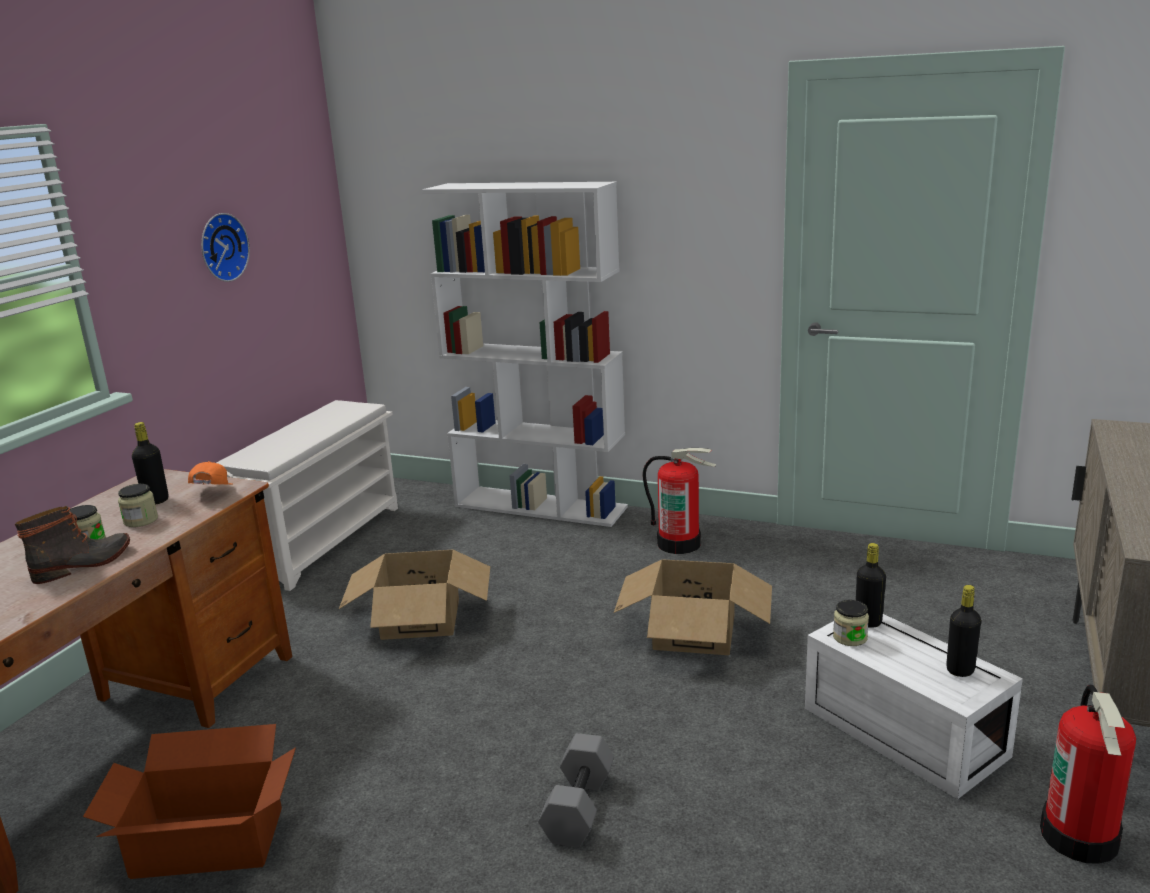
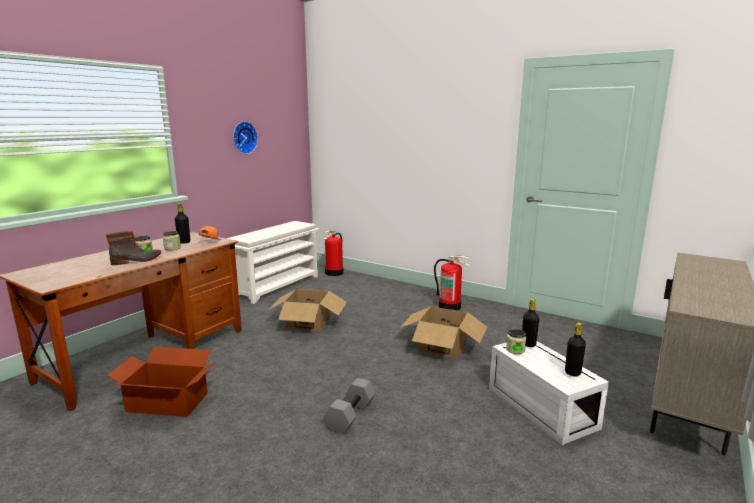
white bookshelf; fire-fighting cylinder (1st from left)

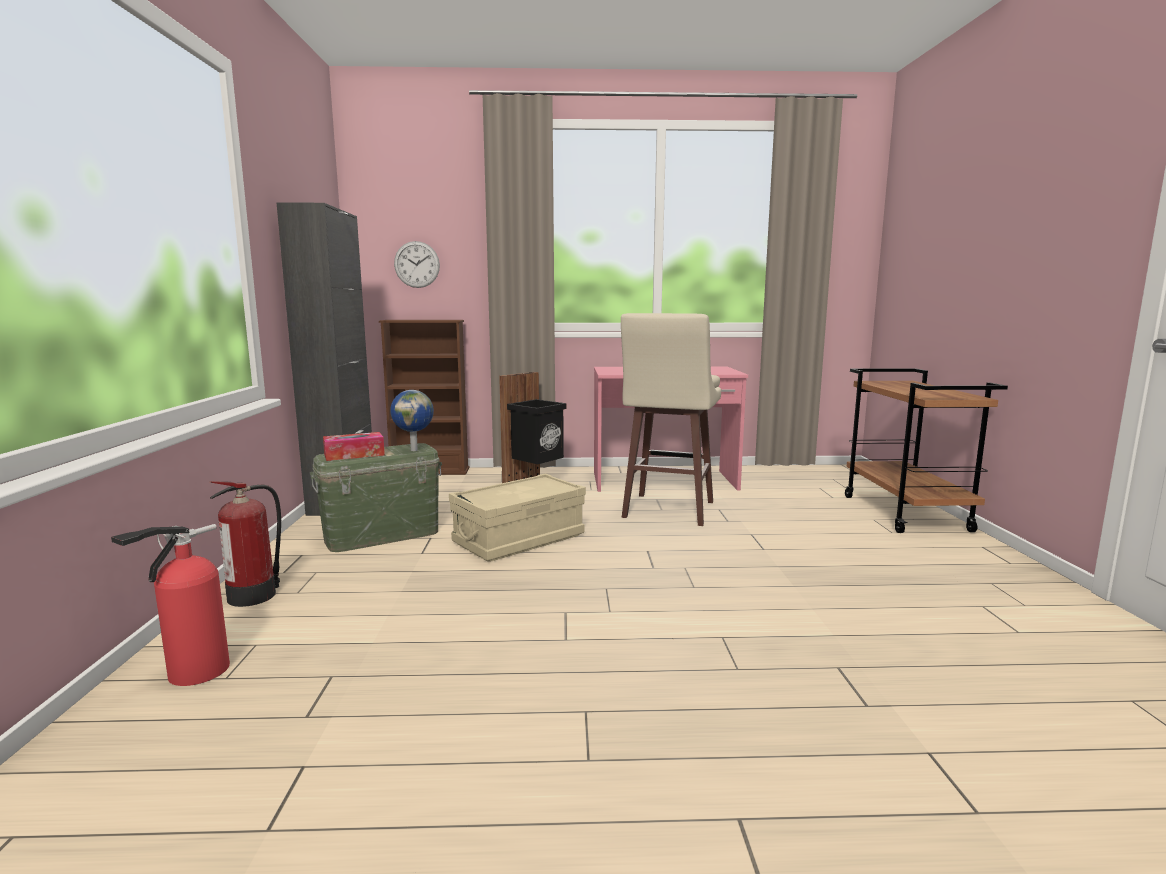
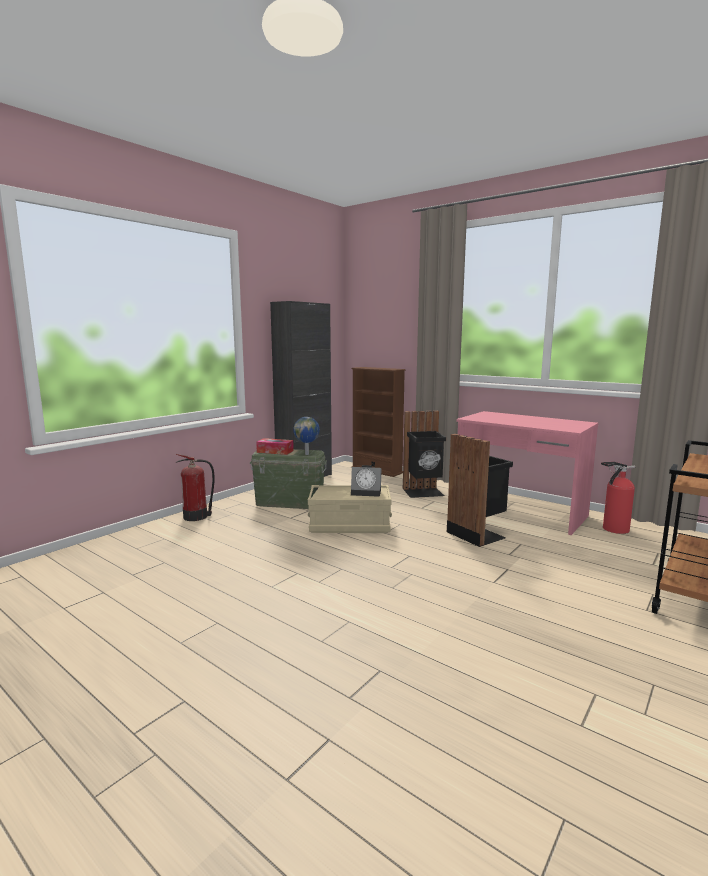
clock on the wall; black-coloured rubbish bin (2nd from left); fire-fighting cylinder (2nd from left); table clock

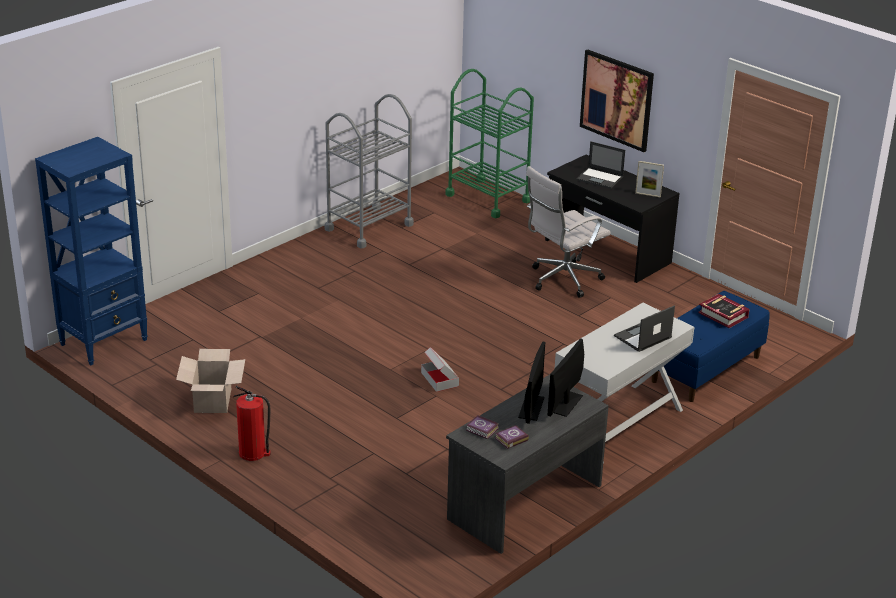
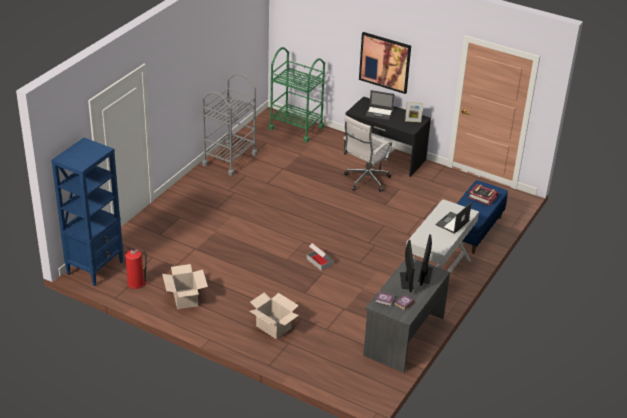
fire-fighting cylinder; carton (2nd from left)

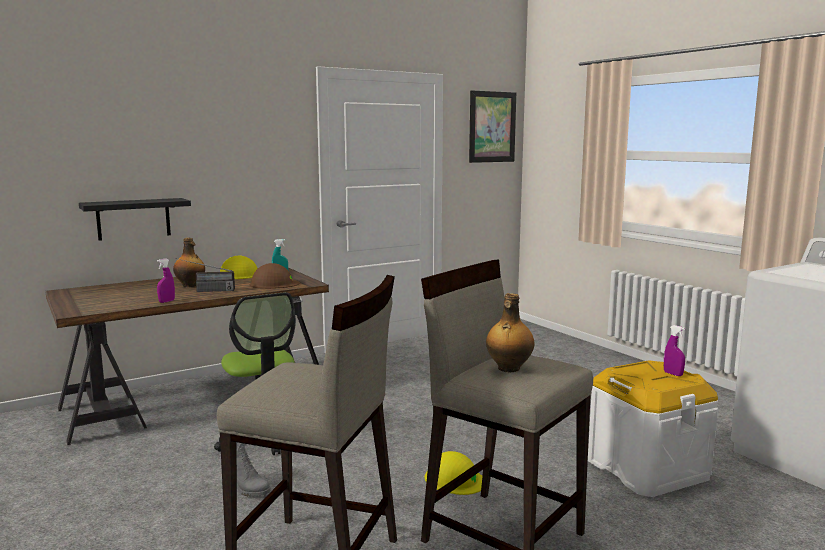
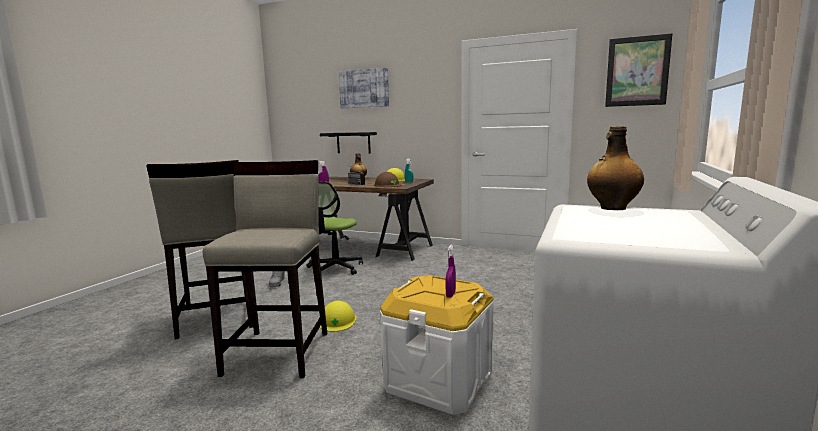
drink bottle (2nd from left); wall picture (1st from left)

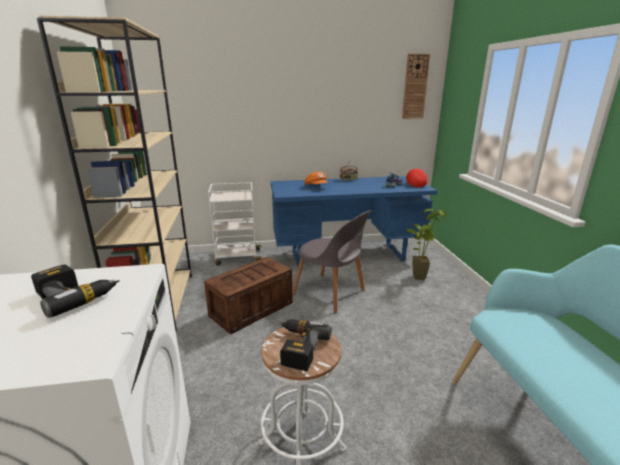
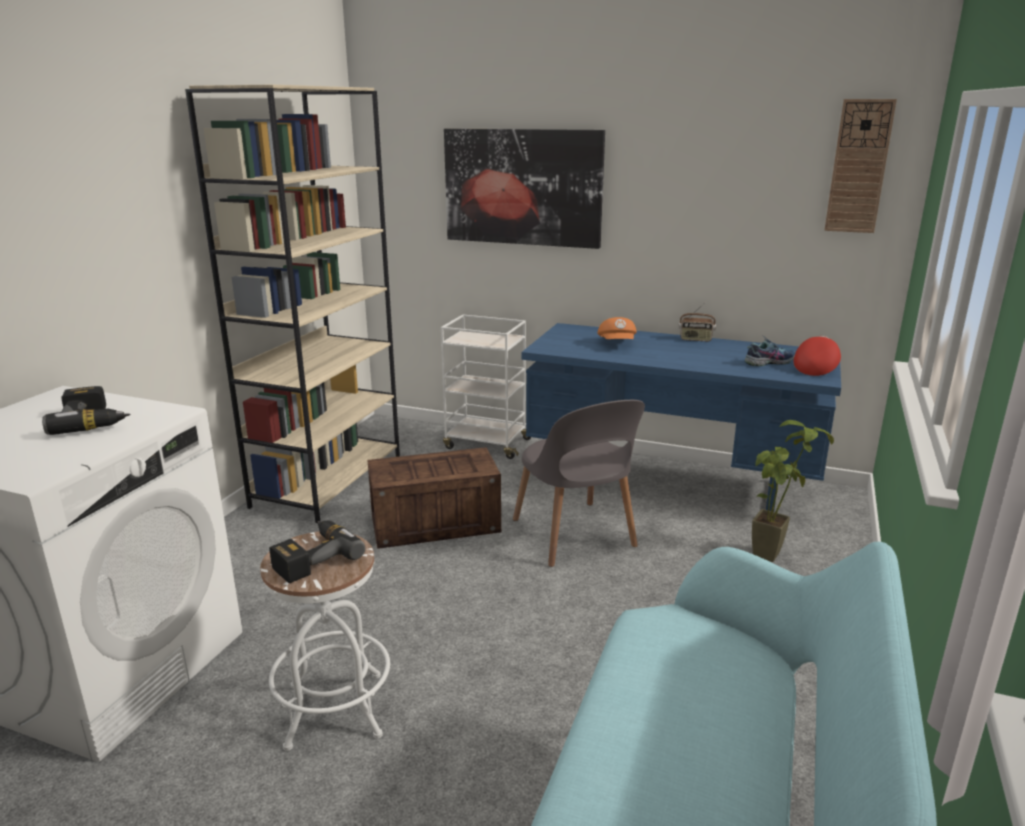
wall picture

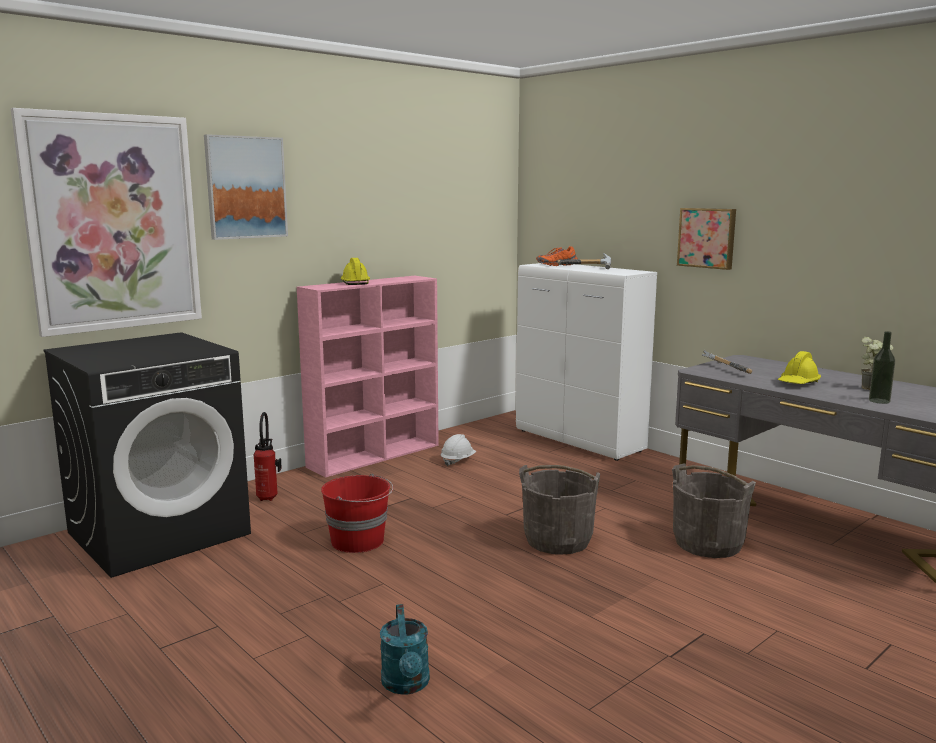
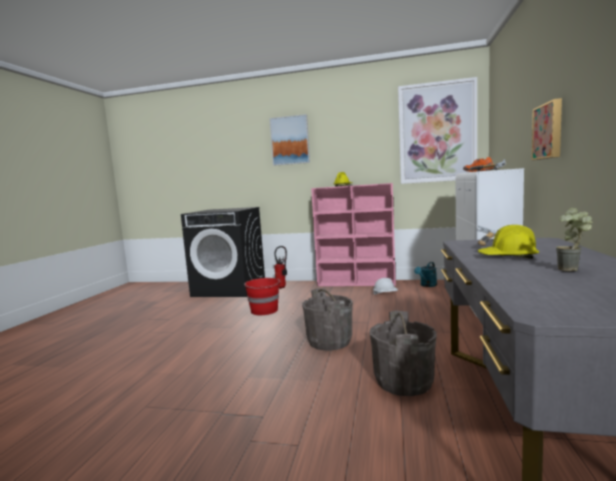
wall picture (2nd from left); drink bottle; blue-green watering can

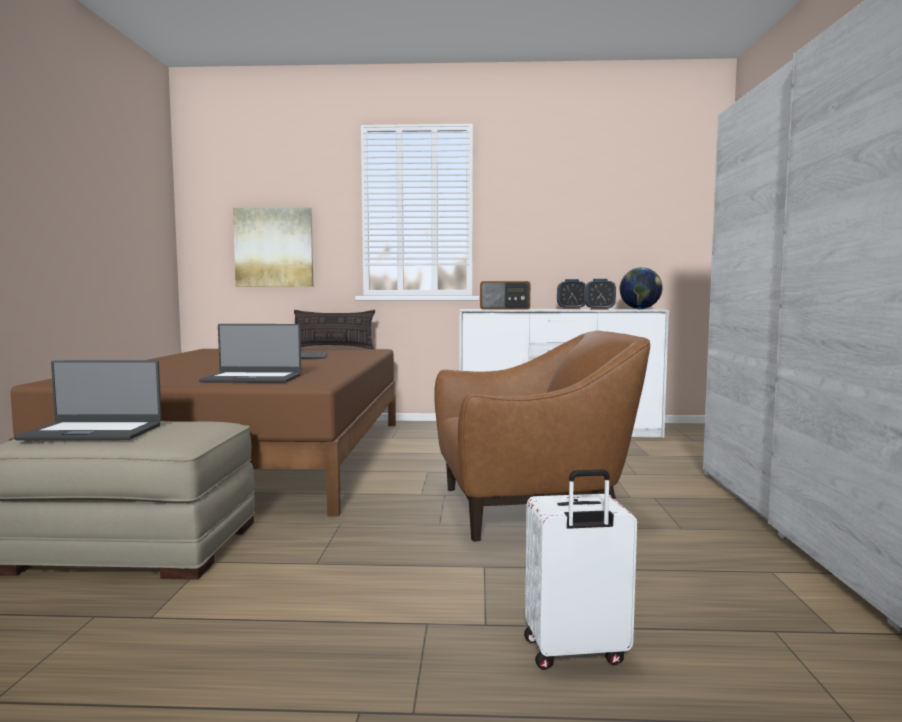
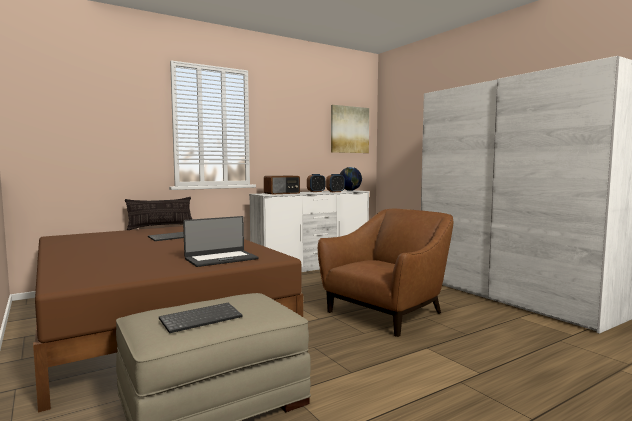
wall picture; keyboard (2nd from left); white suitcase

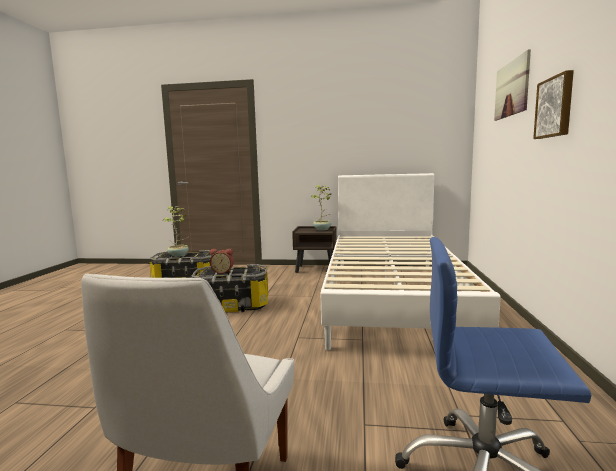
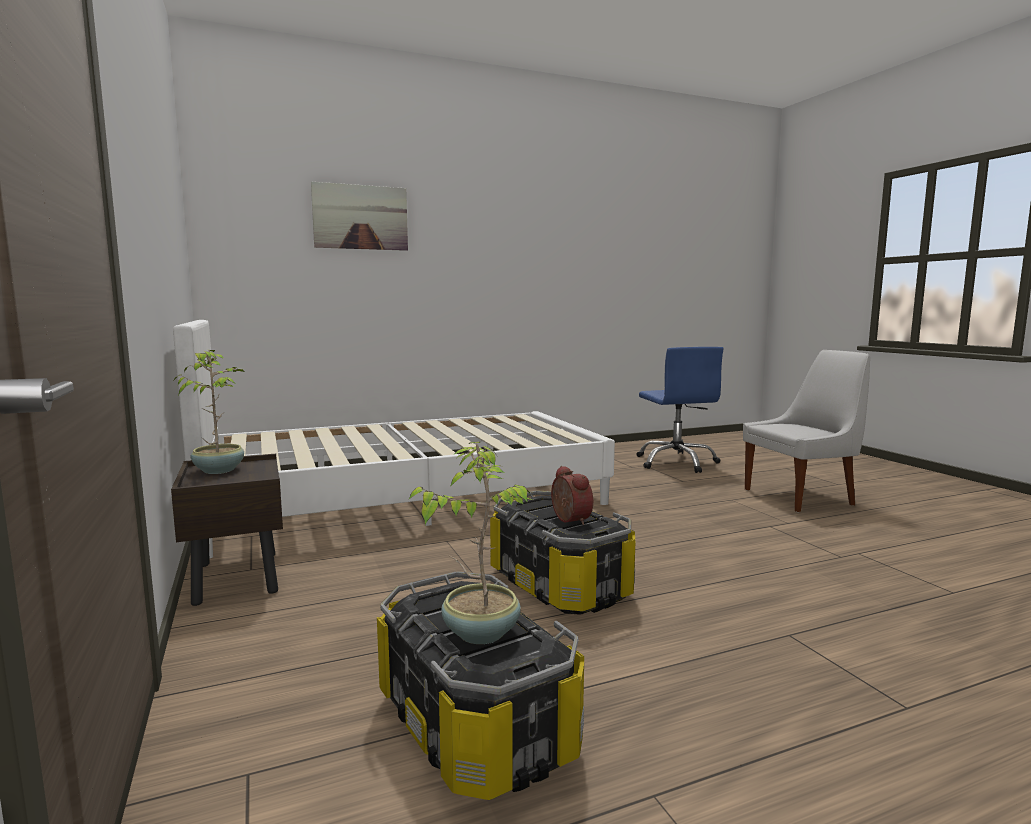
wall picture (2nd from left in the first image)

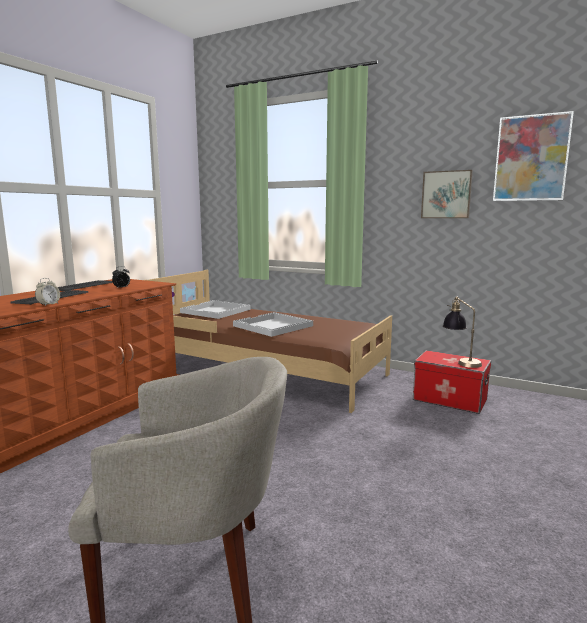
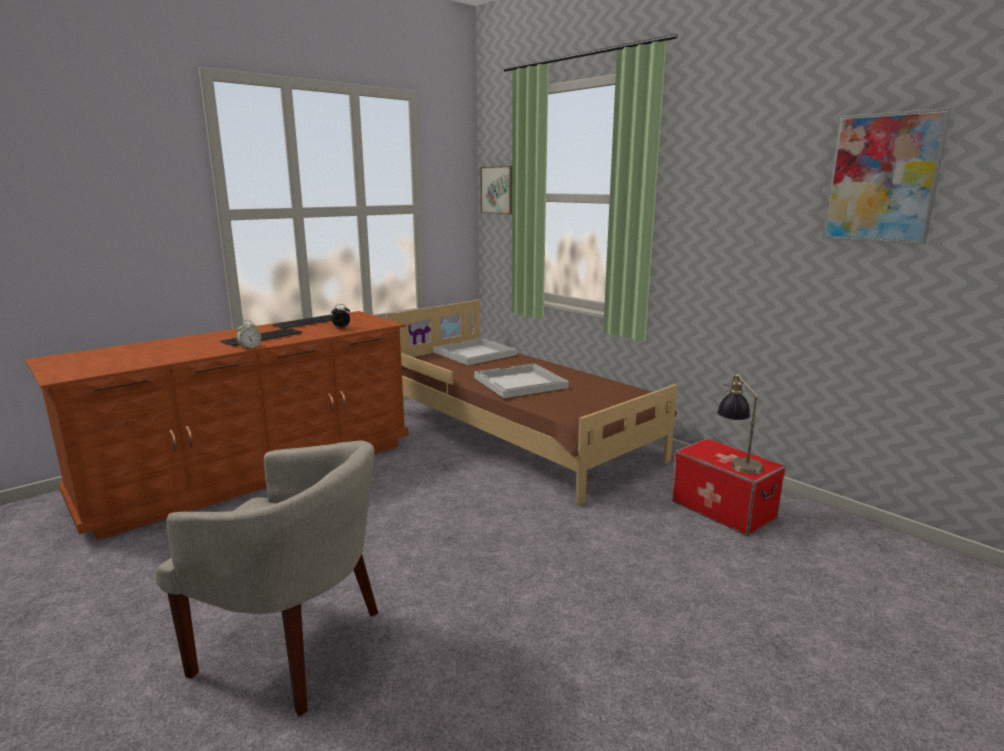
wall picture (1st from left)

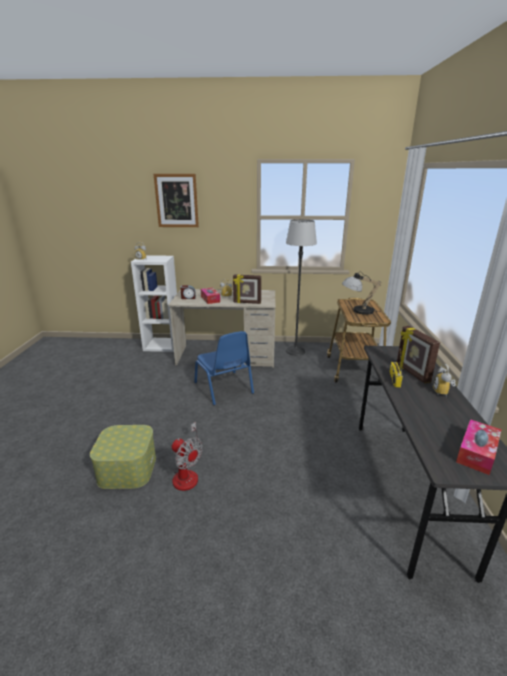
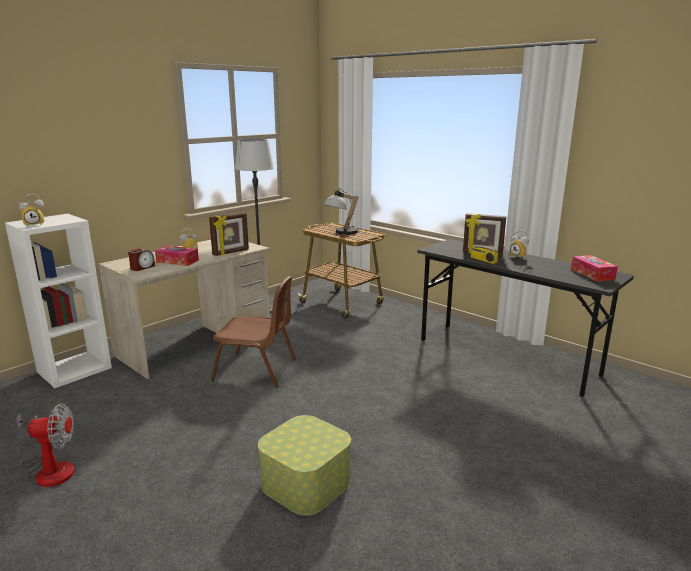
wall picture; brownish chair; electric fan

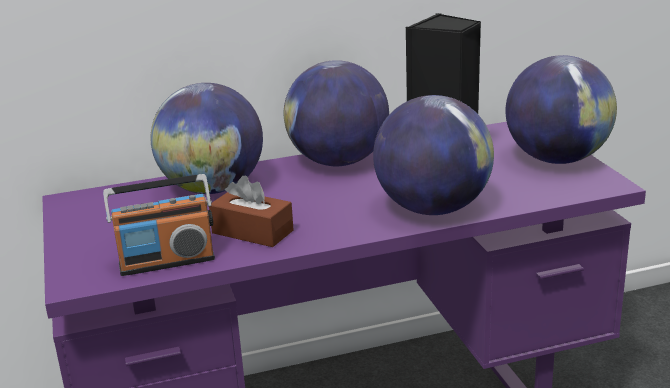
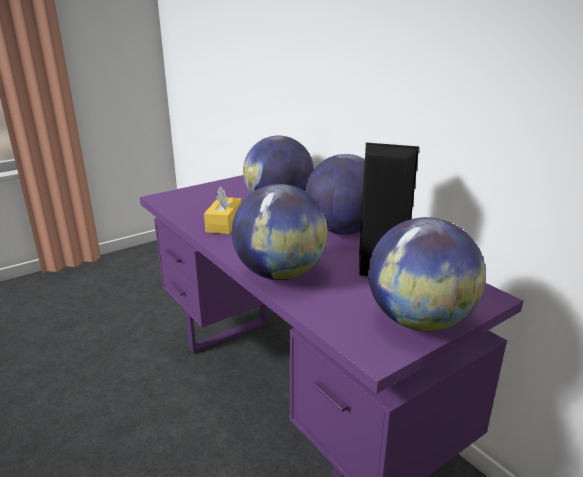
radio receiver; yellow-coloured tissue box

